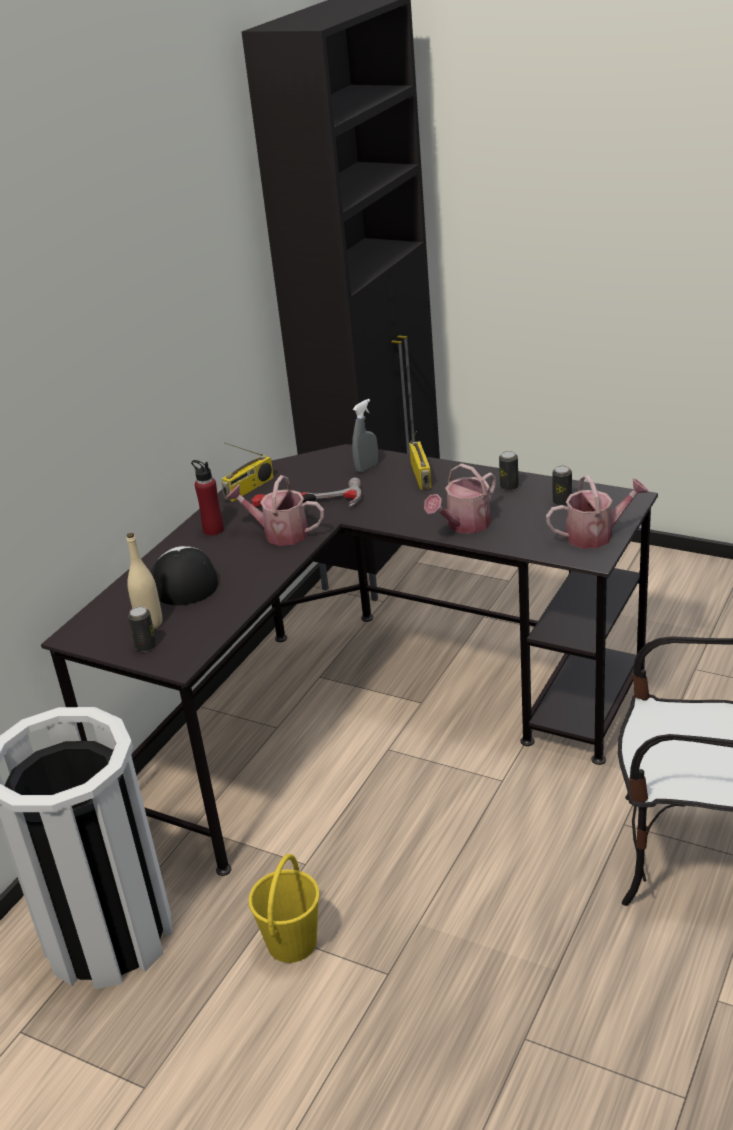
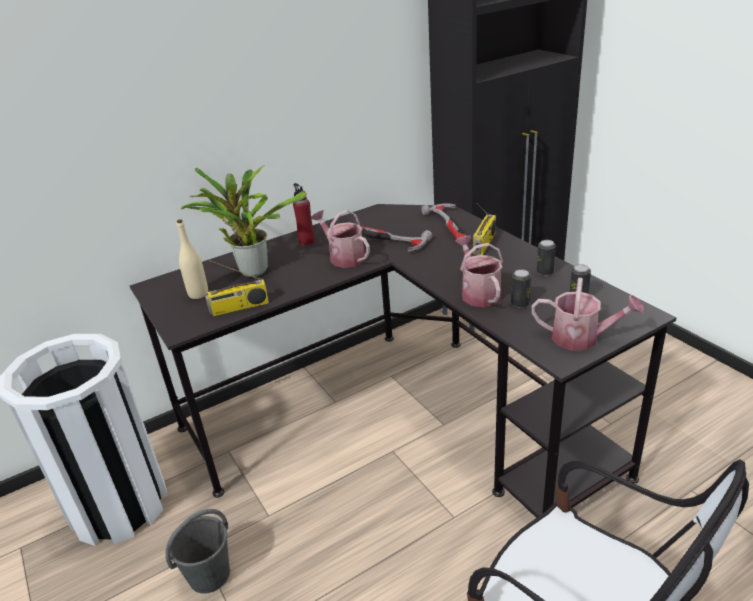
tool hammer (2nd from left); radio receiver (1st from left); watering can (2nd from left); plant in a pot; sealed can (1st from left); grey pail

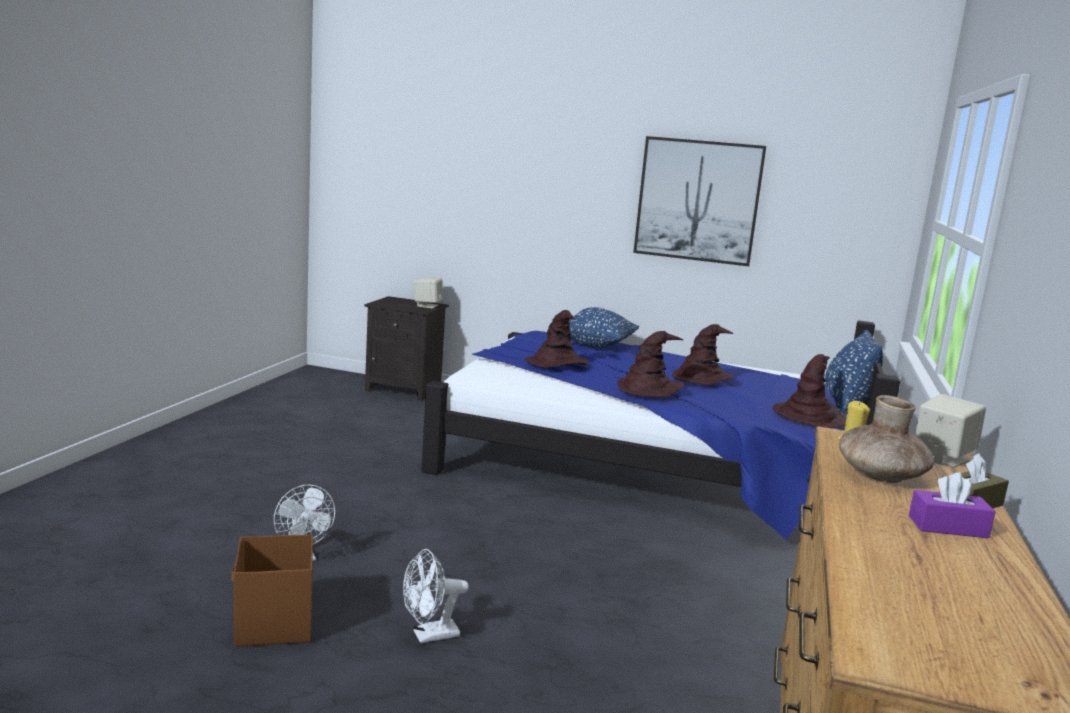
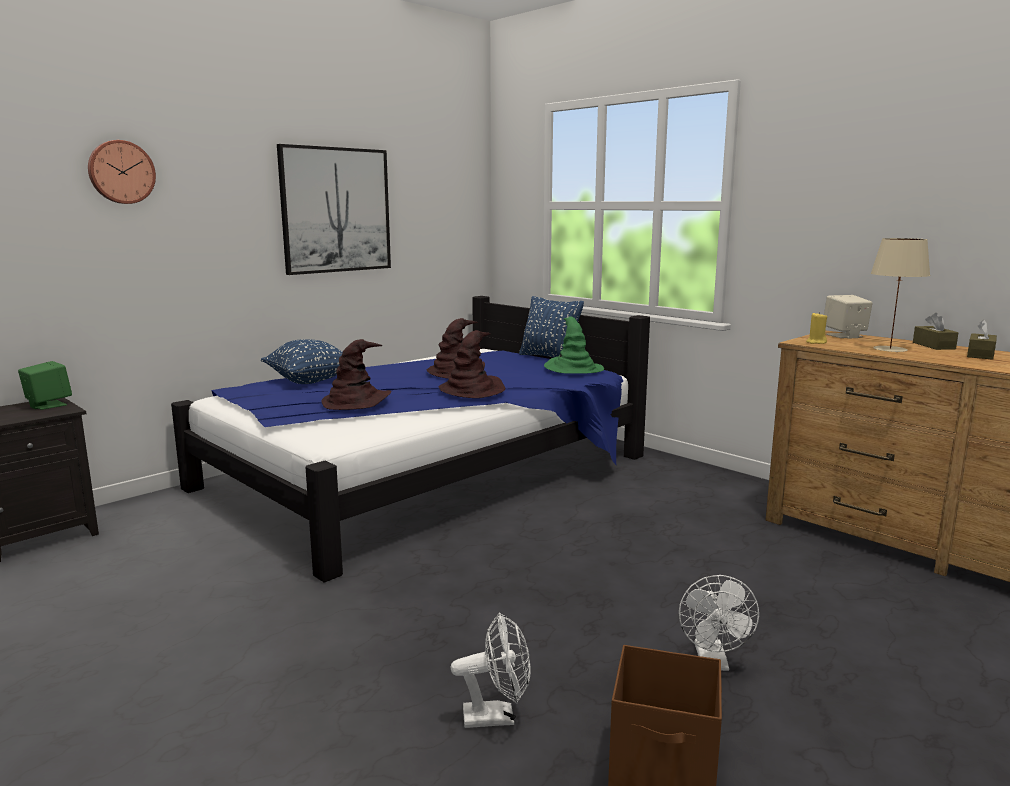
green-coloured loudspeaker; green-coloured hat; beige-coloured table lamp; brownish tissue box (2nd from left); clock on the wall

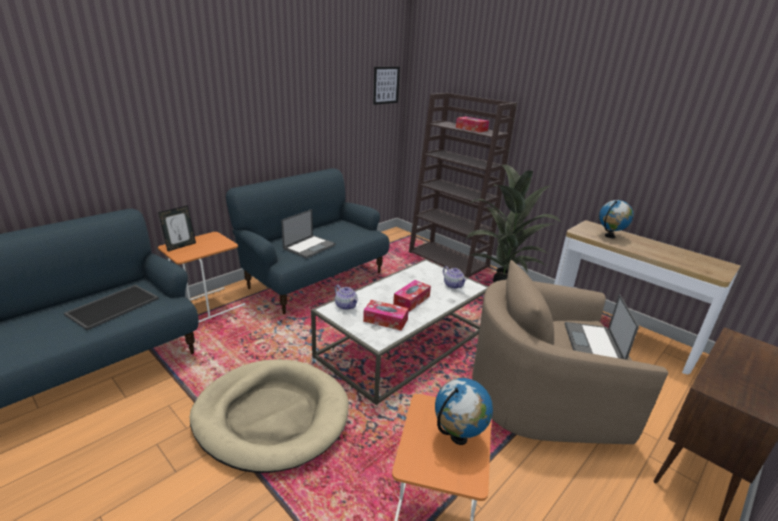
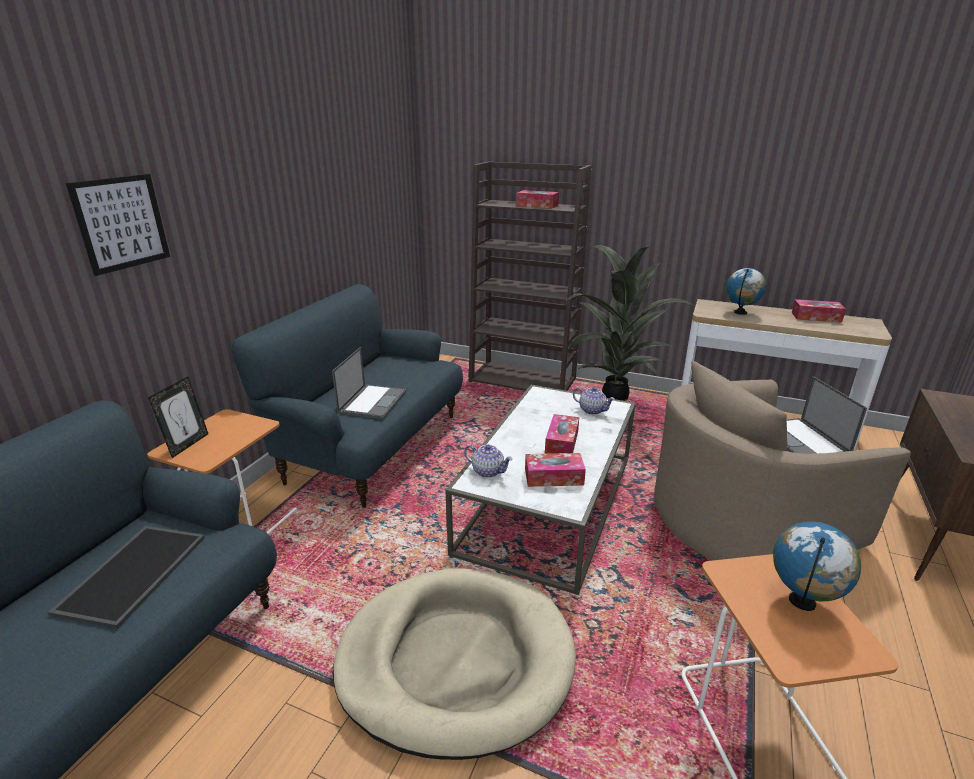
wall picture; tissue box (4th from left)

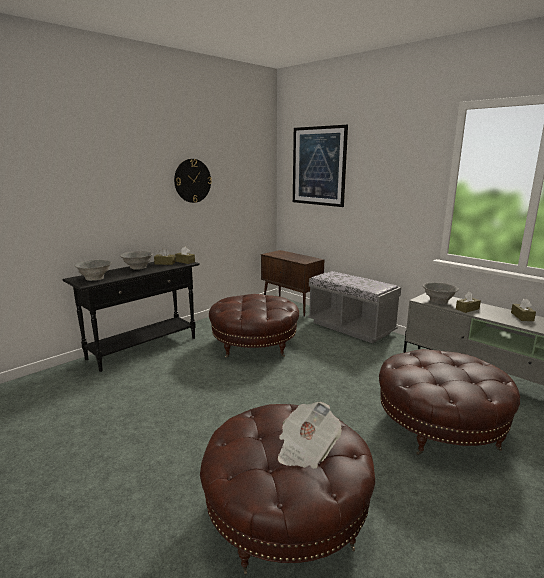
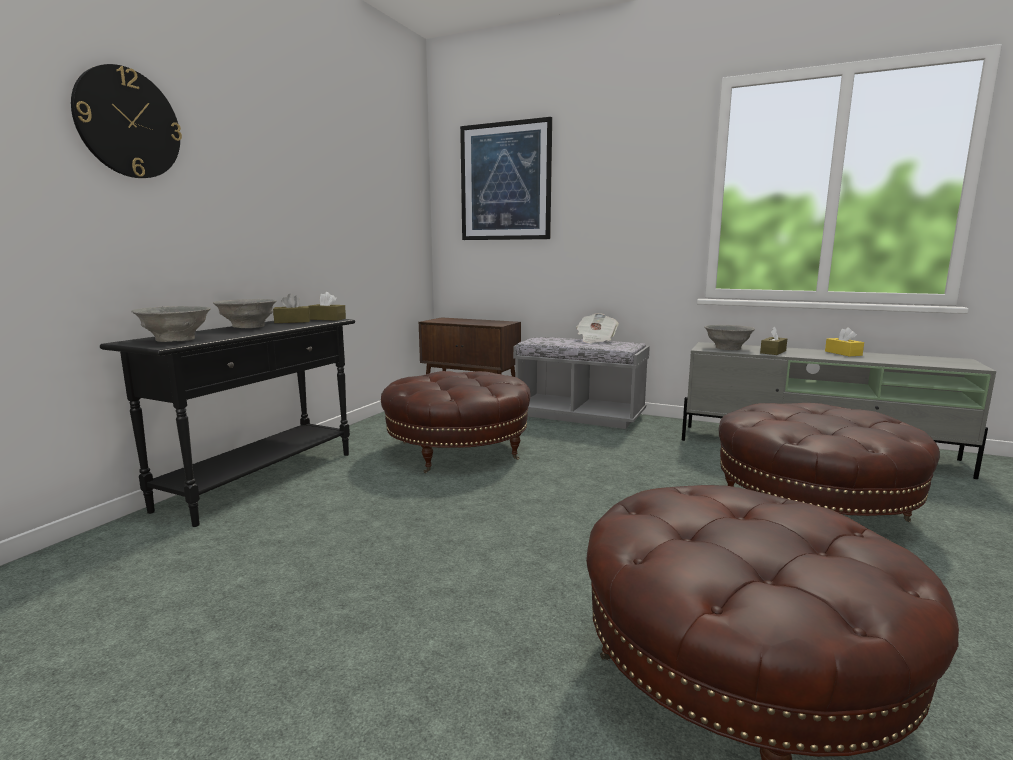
clock on the wall; yellow-coloured tissue box; newspaper

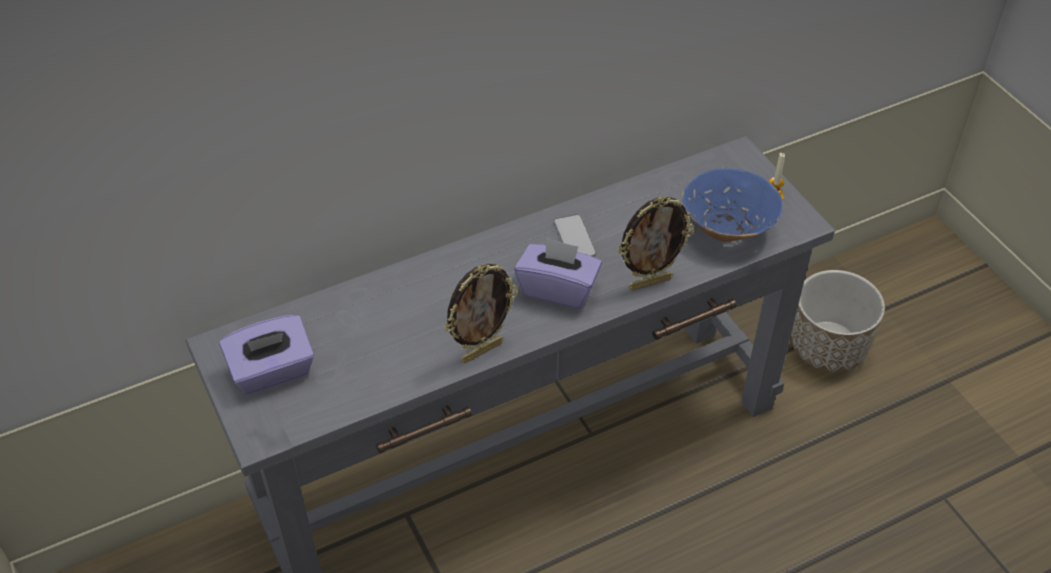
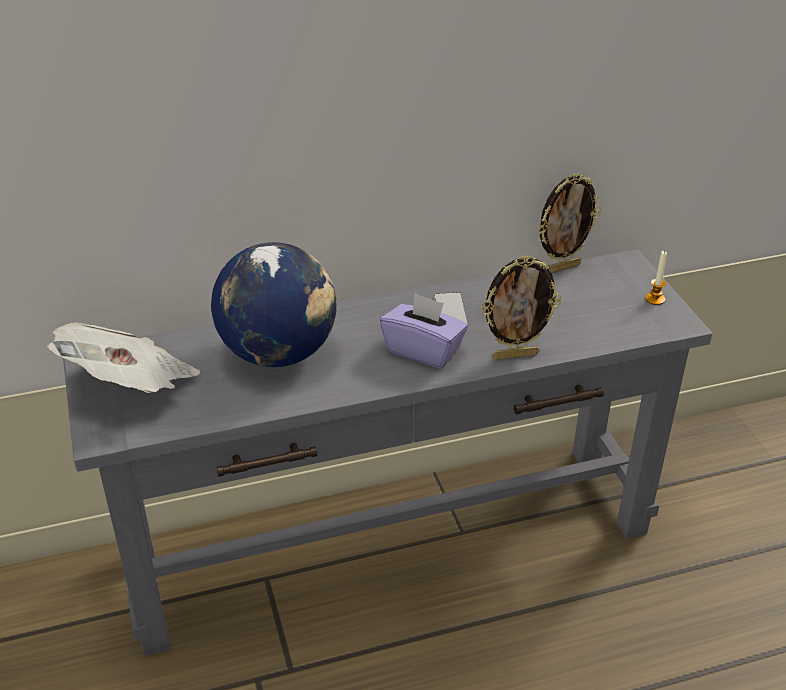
bluish bowl; photo frame (2nd from left); plant pot; newspaper; world globe

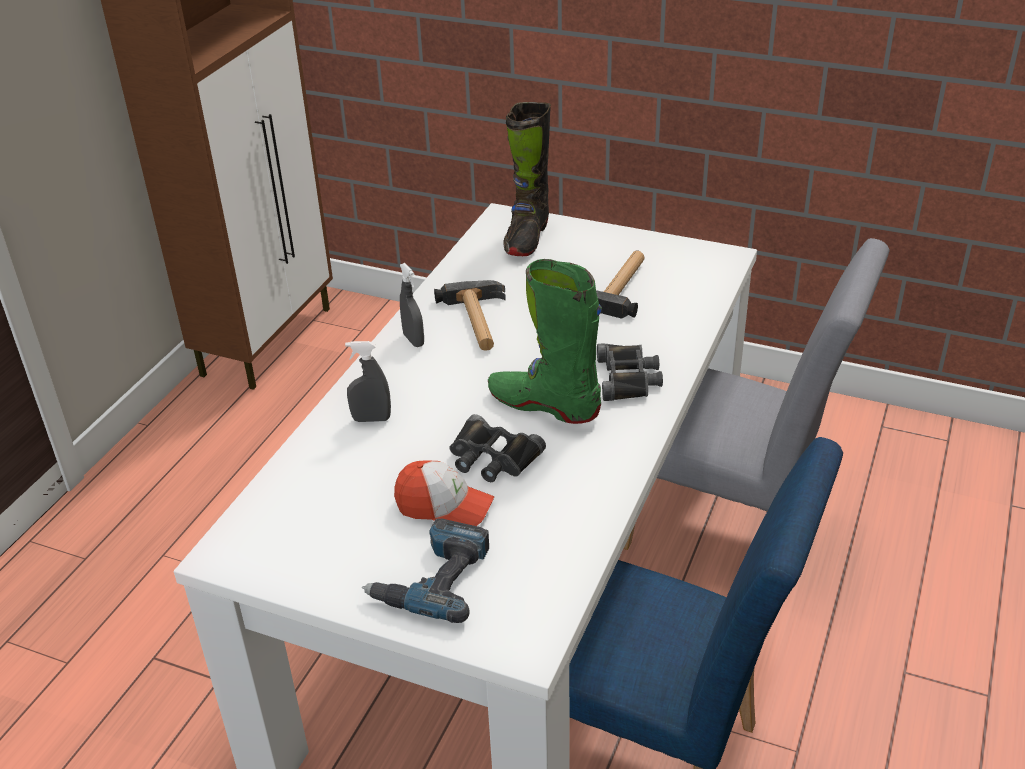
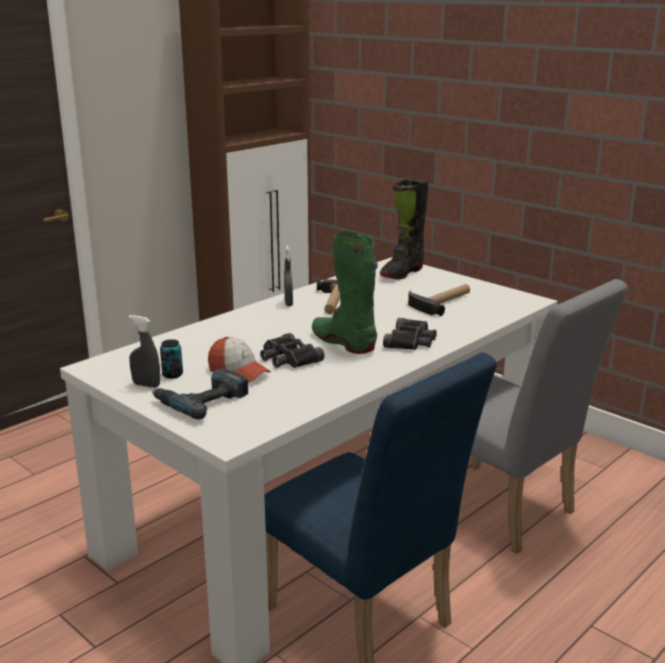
grey hand sprayer (1st from left); sealed can

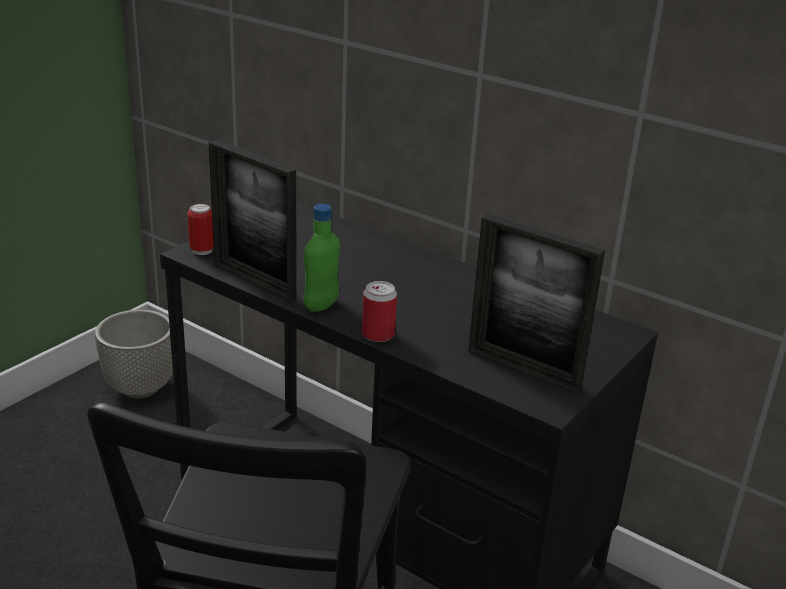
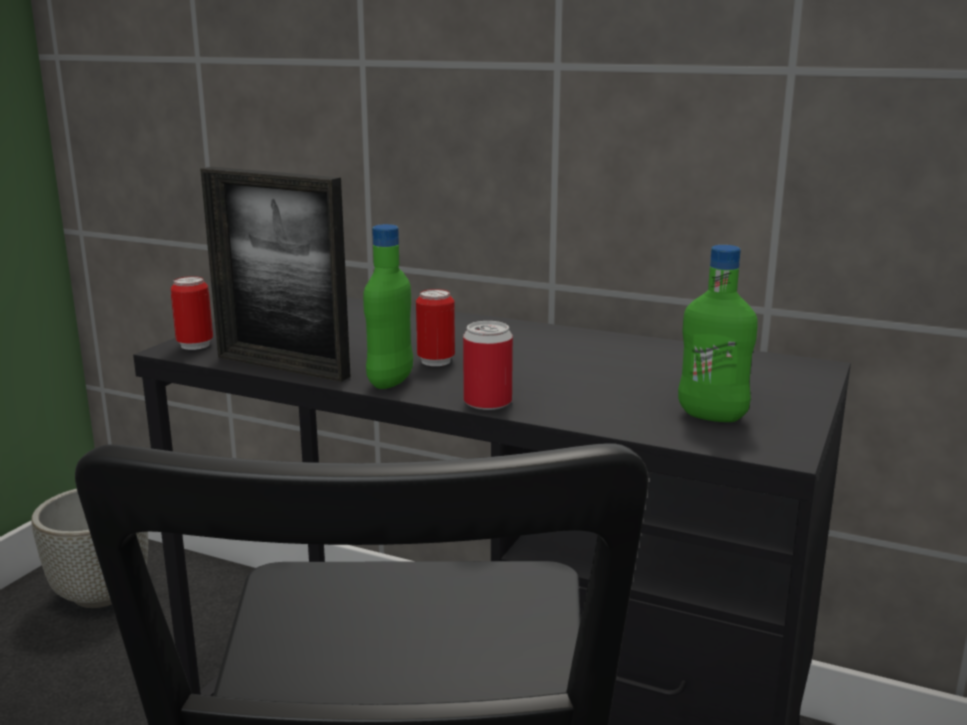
green-coloured drink bottle (2nd from left); sealed can (2nd from left)

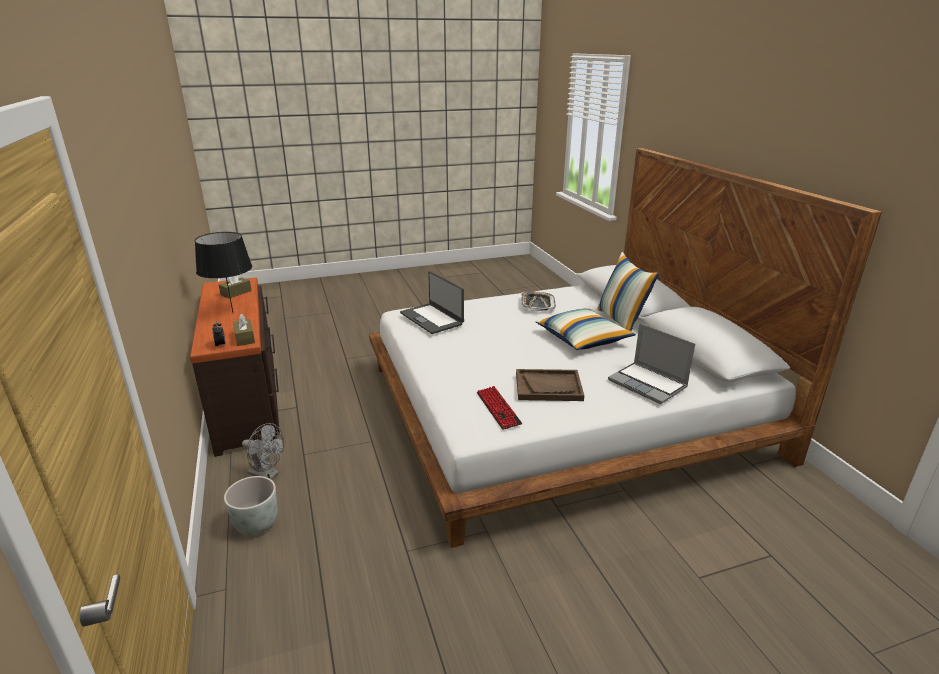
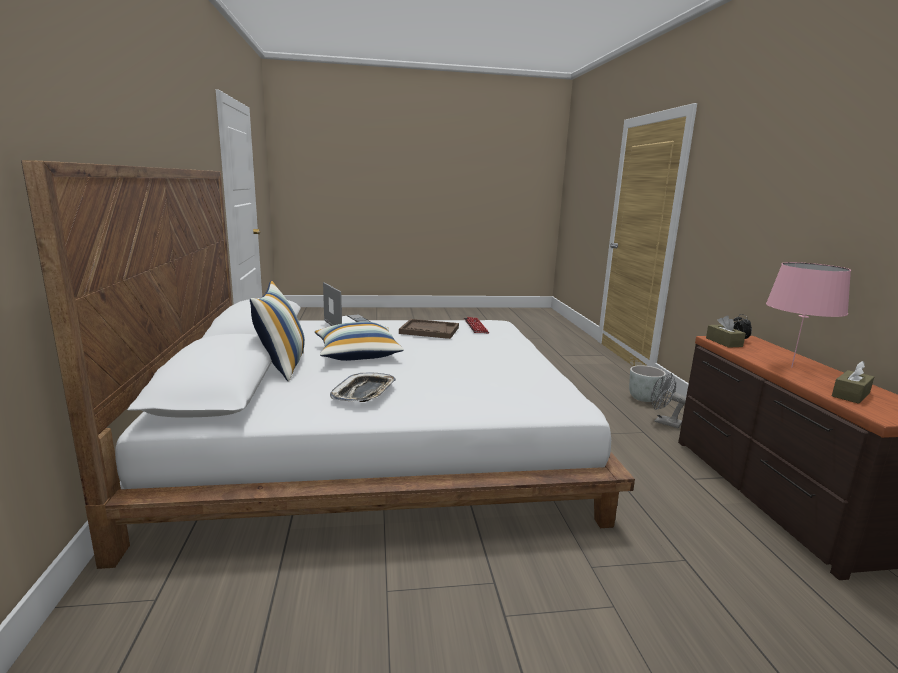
pink table lamp; laptop (1st from left in the first image)

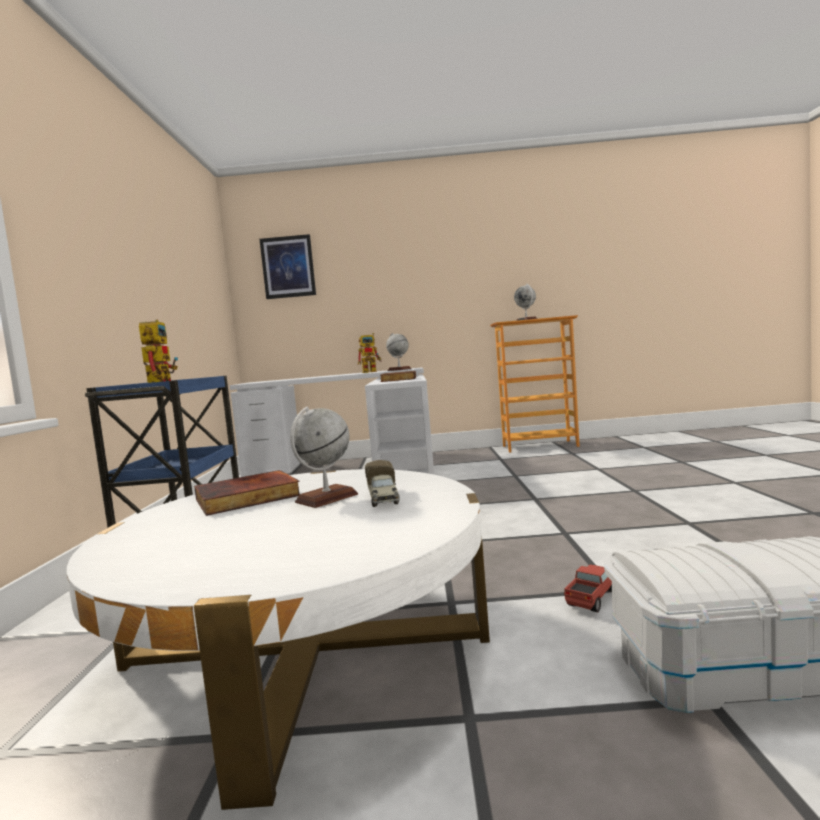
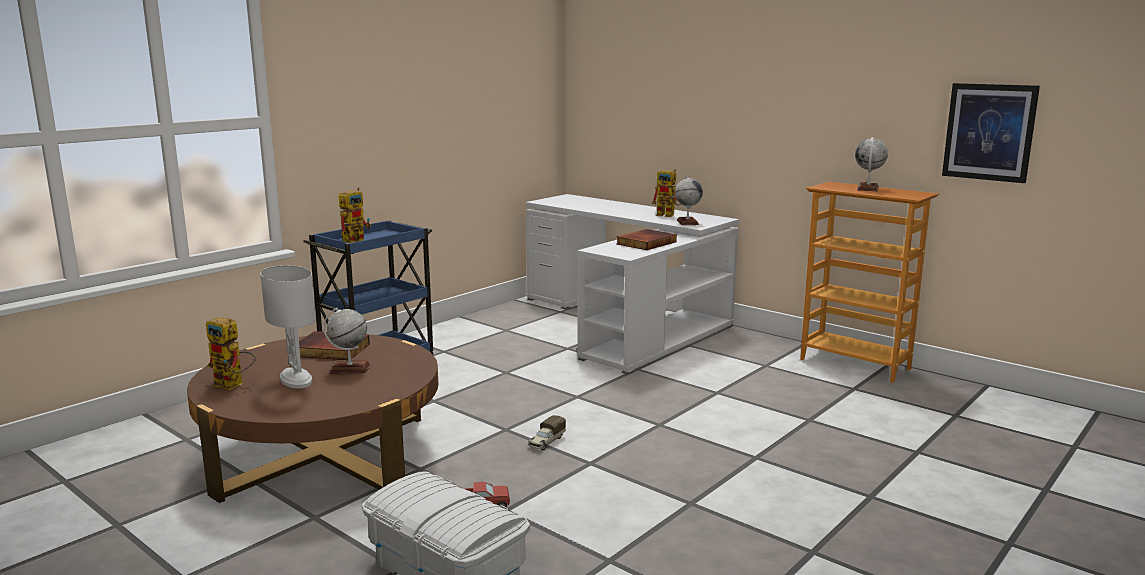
wall picture; model truck (2nd from left); brownish coffee table; white table lamp; robot figure (1st from left)

